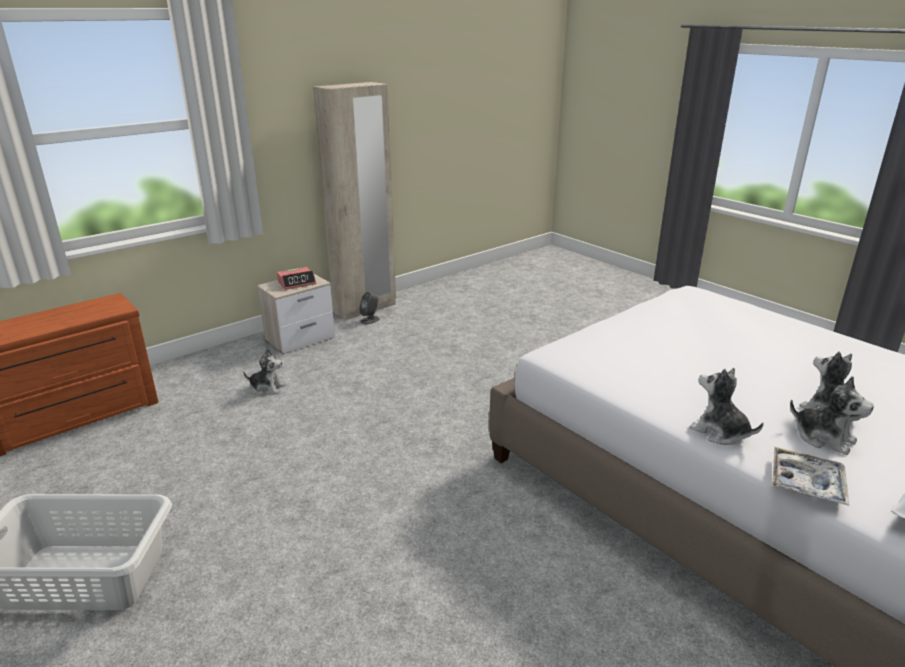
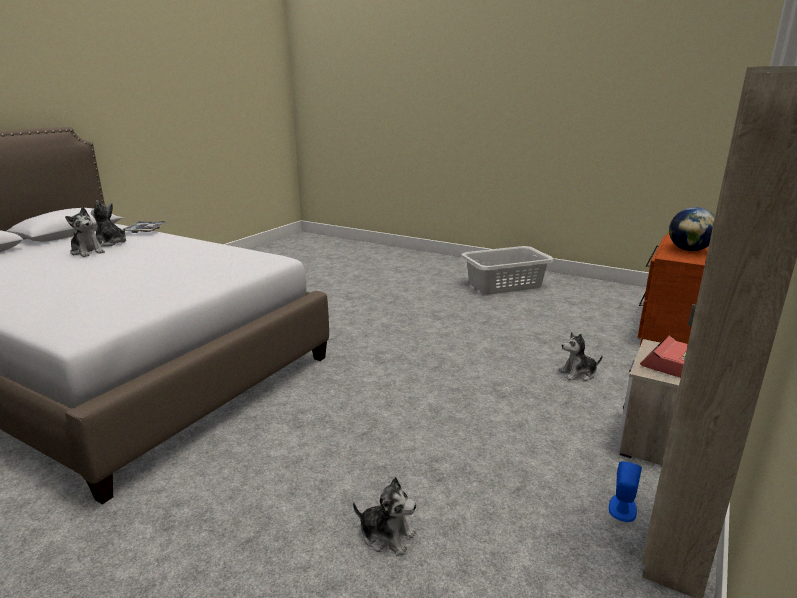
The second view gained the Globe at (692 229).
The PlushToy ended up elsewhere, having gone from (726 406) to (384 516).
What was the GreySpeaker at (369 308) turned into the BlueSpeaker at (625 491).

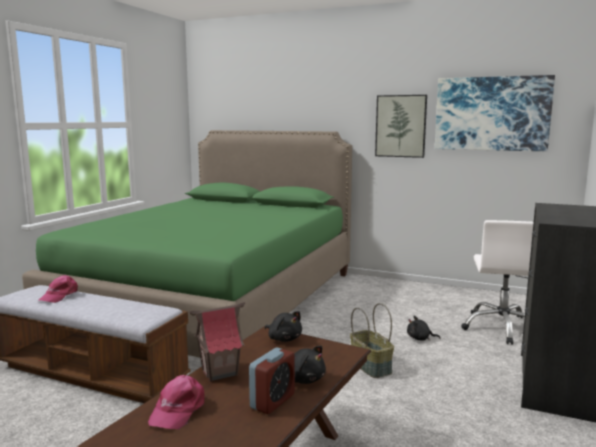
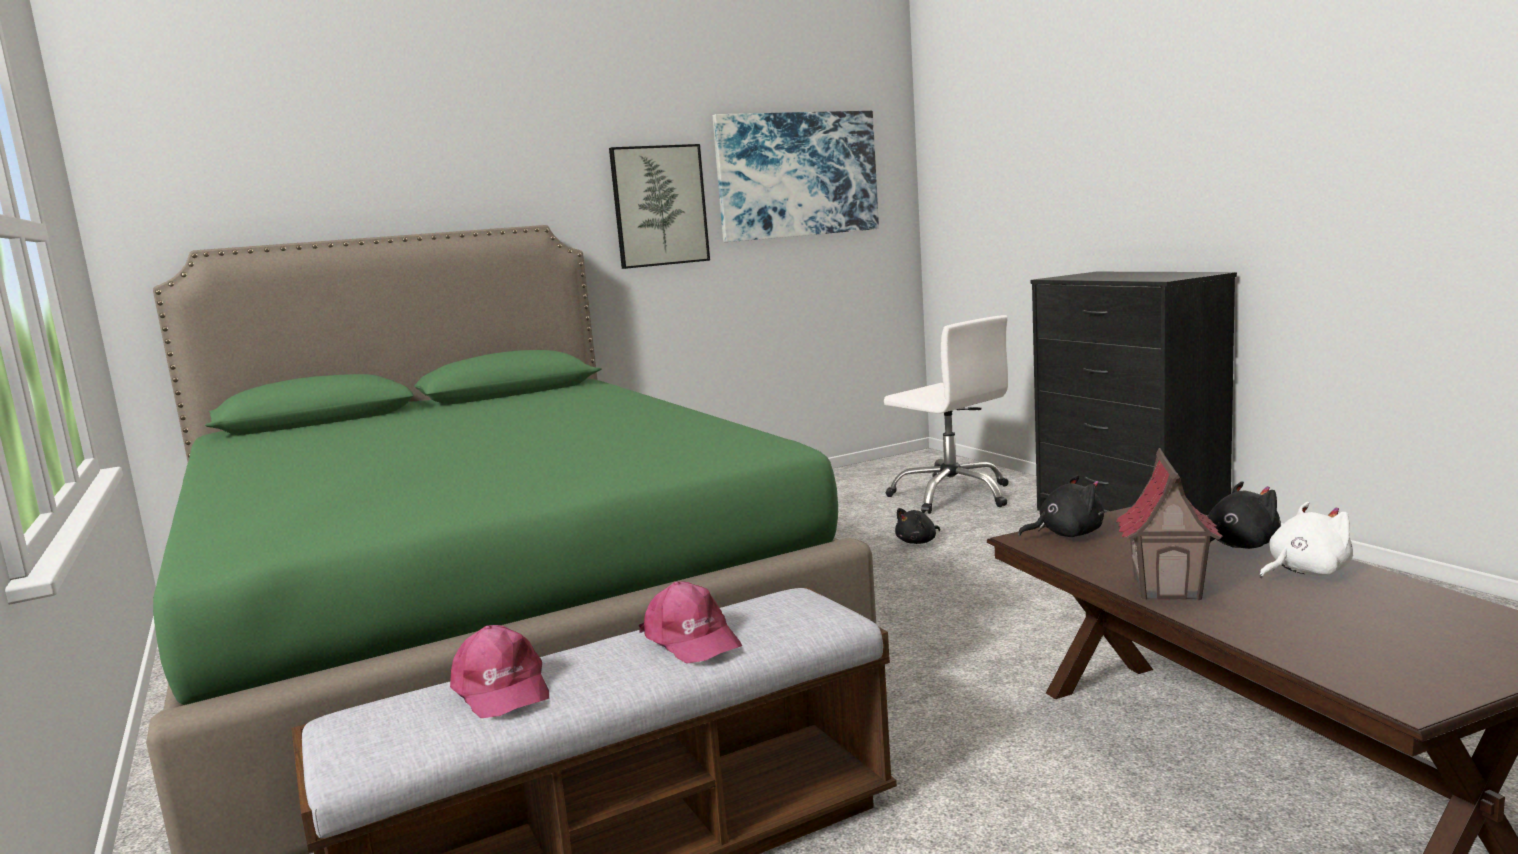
The second view lost the Basket at (372 340).
The PinkCap ended up elsewhere, having gone from (176 402) to (690 622).
Where the AlarmClock stood at (272 381), the WhitePlushToy came to stand at (1306 540).

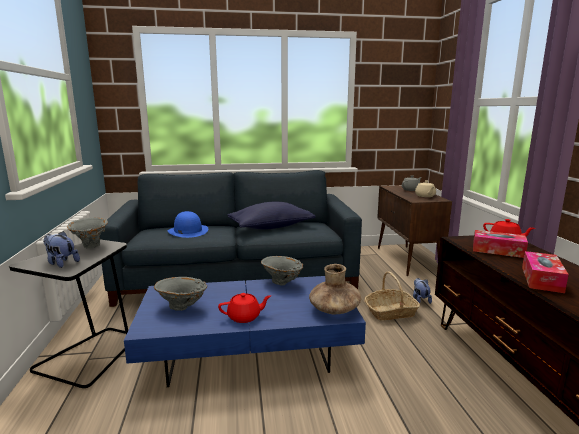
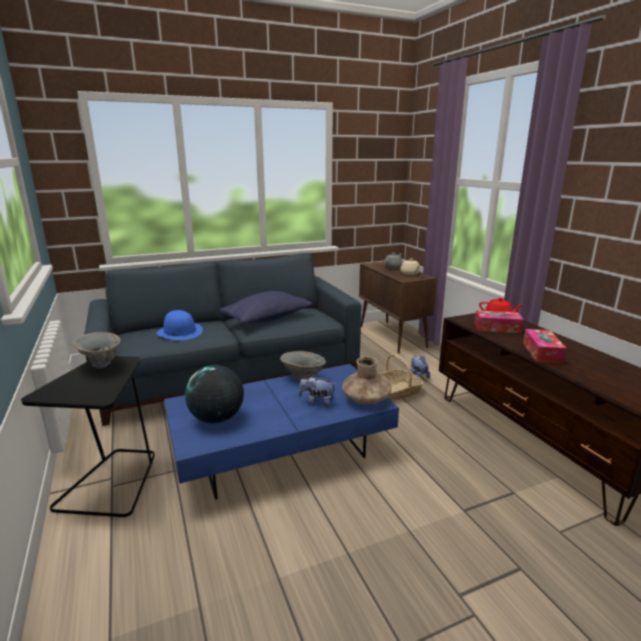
The second view lost the RedTeapot at (244 308).
The PlushToy ended up elsewhere, having gone from (61 249) to (317 391).
Where the GreyVase stood at (180 294), the Globe came to stand at (214 394).

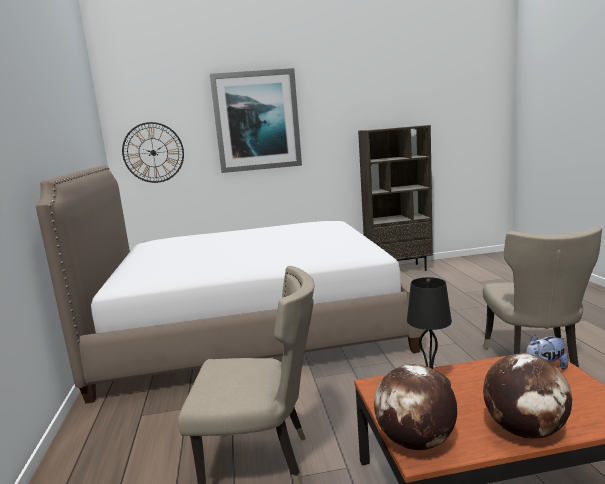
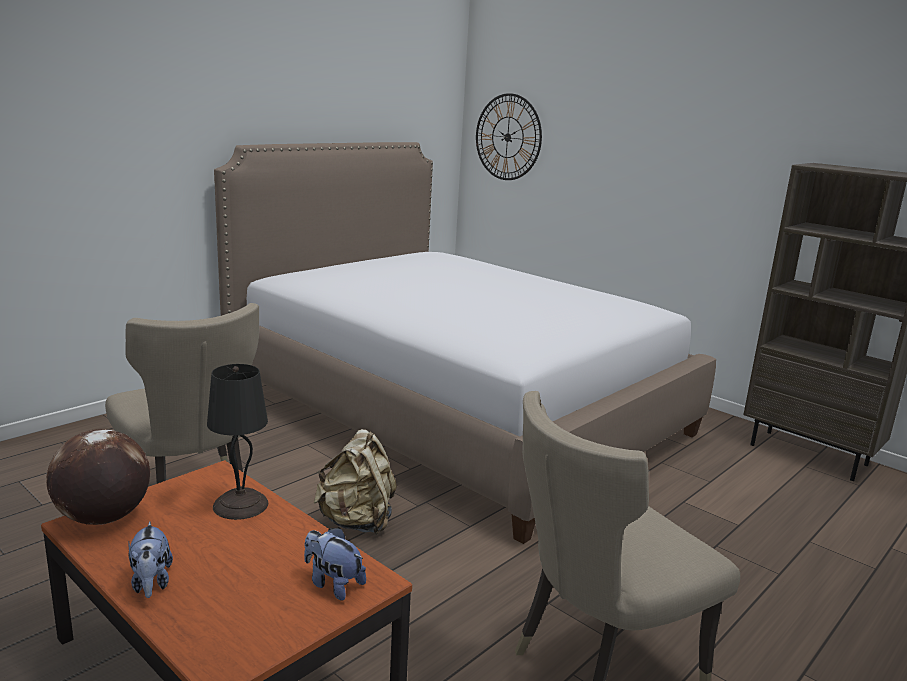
The second view lost the Picture at (256 120).
The second view gained the BeigeBackpack at (355 481).
Where the Globe stood at (527 396), the PlushToy came to stand at (150 560).

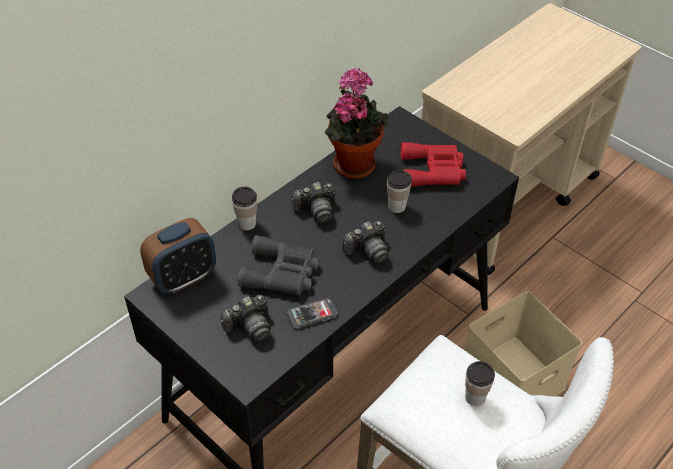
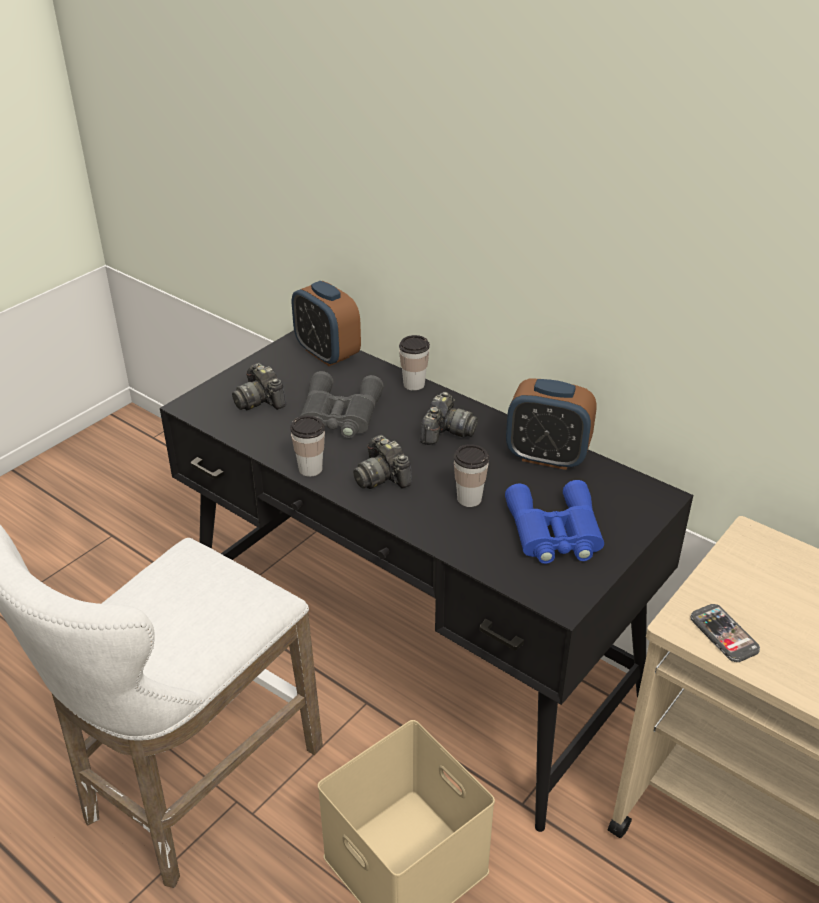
The Phone ended up elsewhere, having gone from (312 313) to (725 633).
The Cup ended up elsewhere, having gone from (480 383) to (307 446).
Where the PottedPlant stood at (357 123), the AlarmClock came to stand at (551 424).
What was the RedBinoculars at (433 165) turned into the BlueBinoculars at (554 522).
The PhotoCamera at (314 203) ended up facing another way, 135 degrees counterclockwise from before.

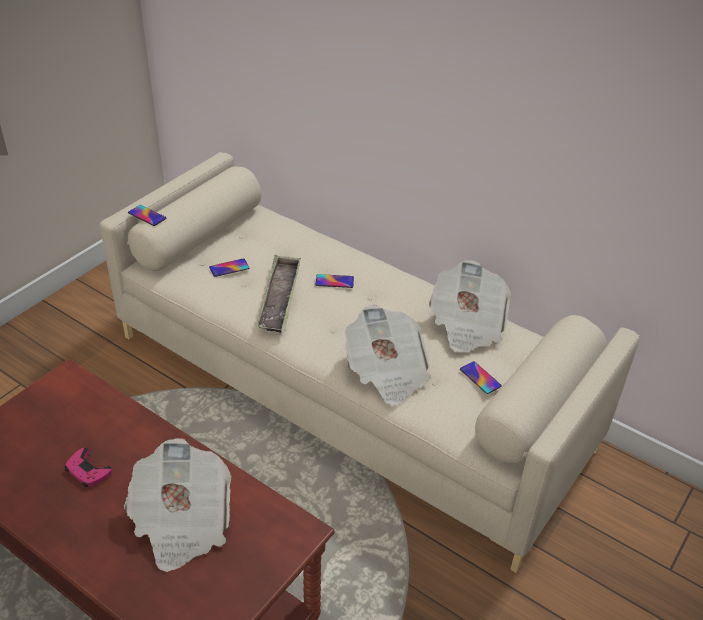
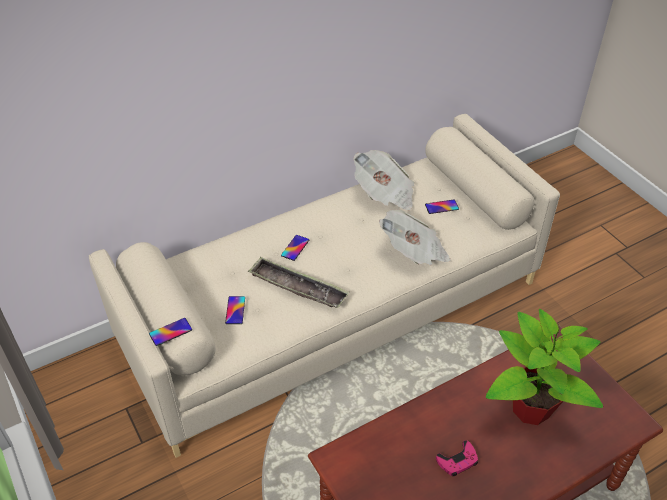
Where the Newspaper stood at (177 505), the PottedPlant came to stand at (544 367).

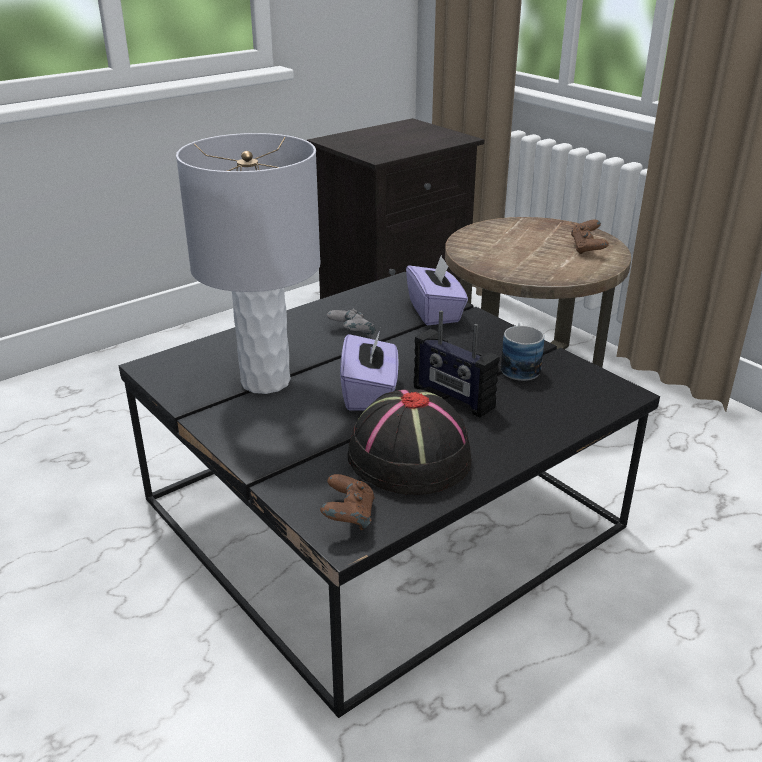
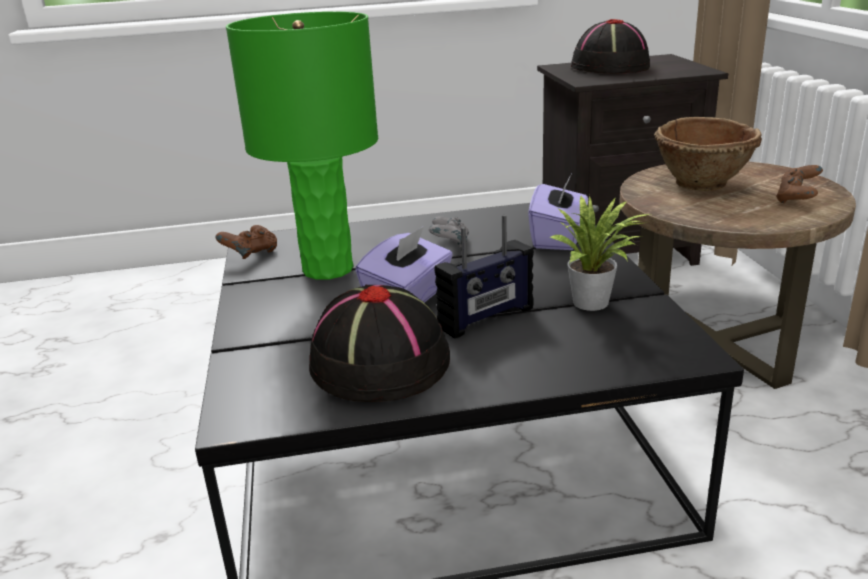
The second view gained the BlackHat at (610 46).
The second view gained the BrownBowl at (708 154).
The BrownGameController ended up elsewhere, having gone from (347 502) to (246 242).
Where the Mug stood at (522 351), the PottedPlant came to stand at (600 253).
What was the GreyTableLamp at (248 263) turned into the GreenTableLamp at (302 145).
The Radio at (457 364) ended up facing another way, 105 degrees counterclockwise from before.

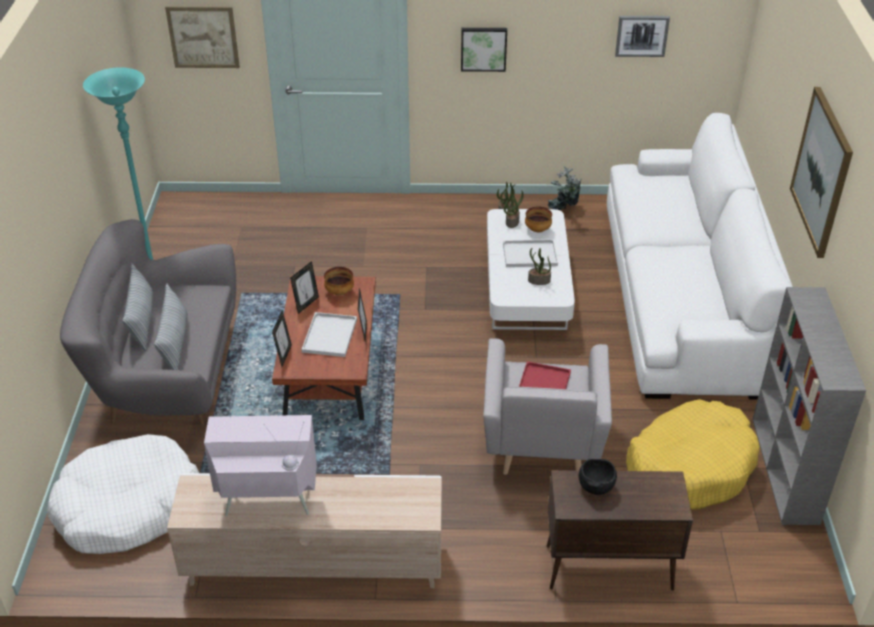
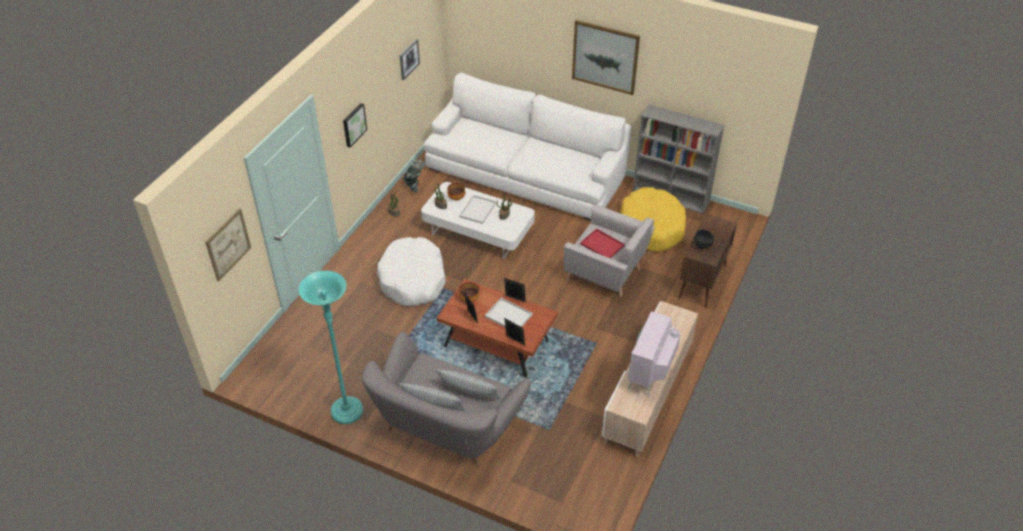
The WhiteDogBed ended up elsewhere, having gone from (123 494) to (411 271).

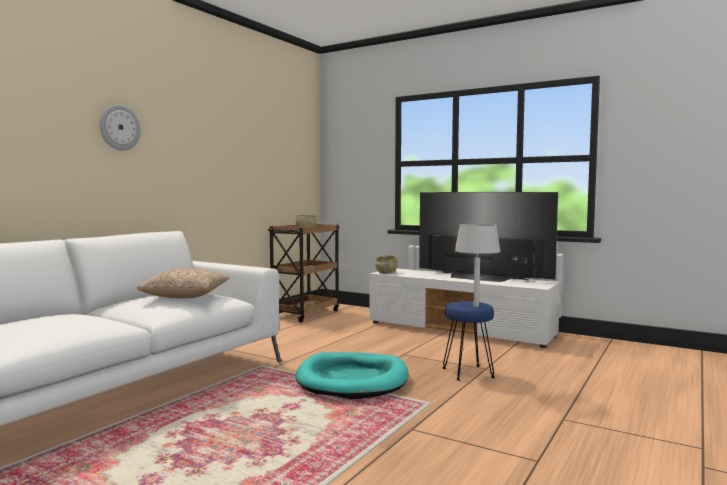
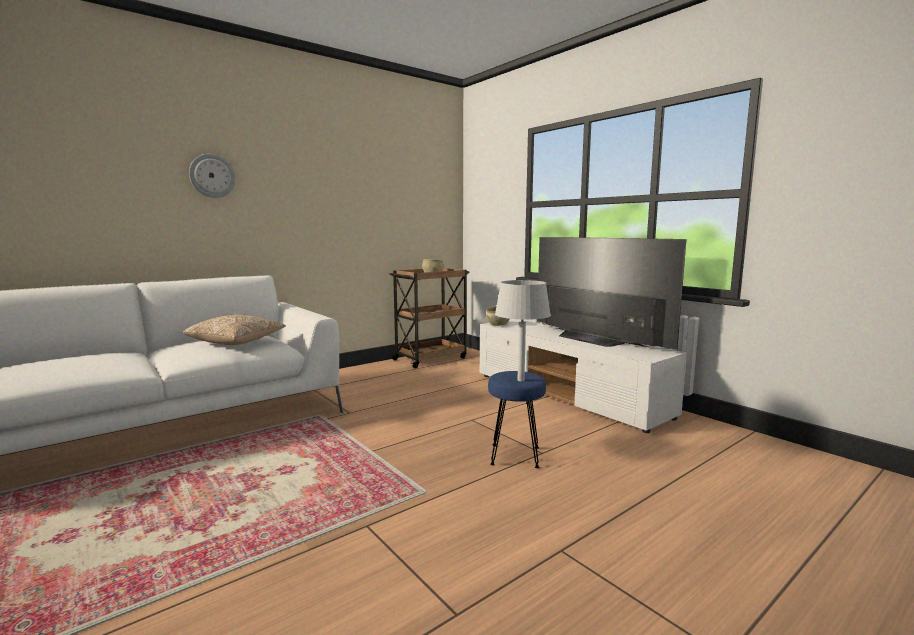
The second view lost the TurquoiseDogBed at (352 375).

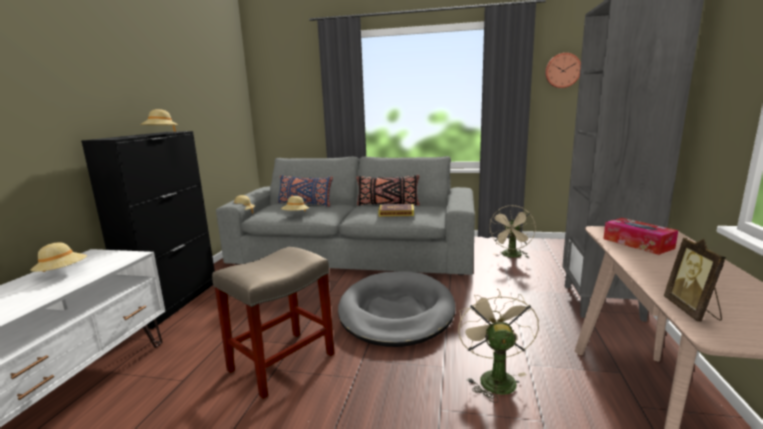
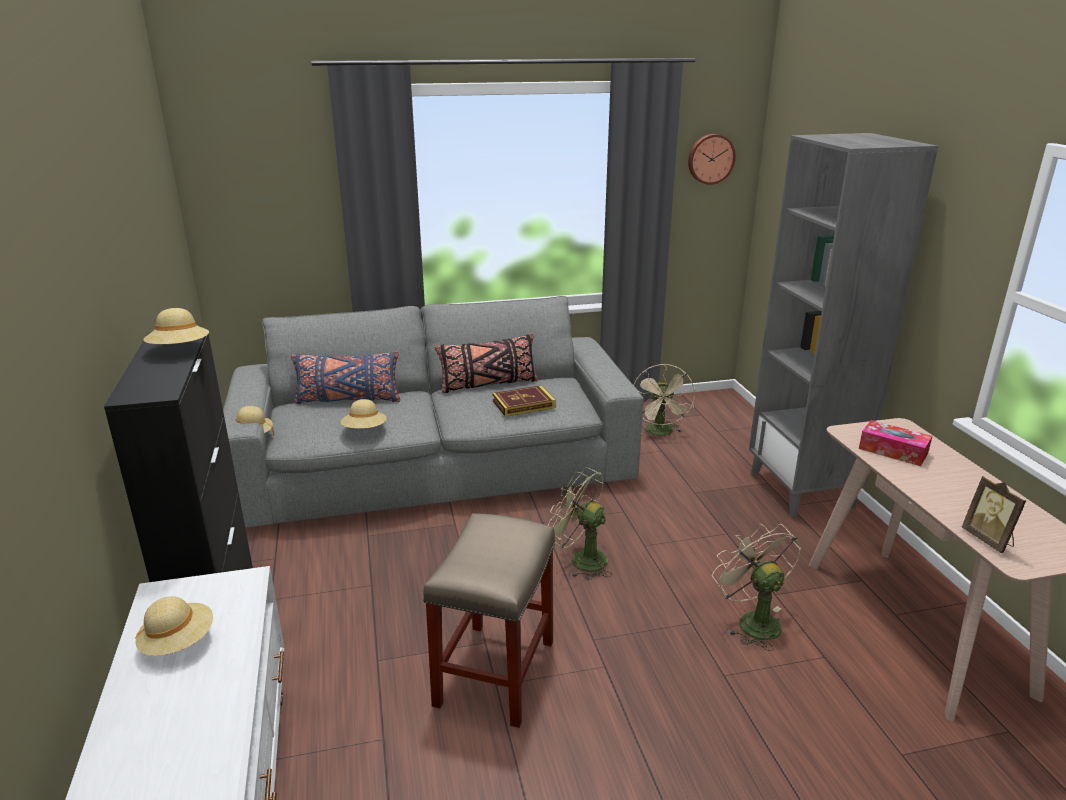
Where the GreyDogBed stood at (396 309), the GreenFan came to stand at (580 523).

